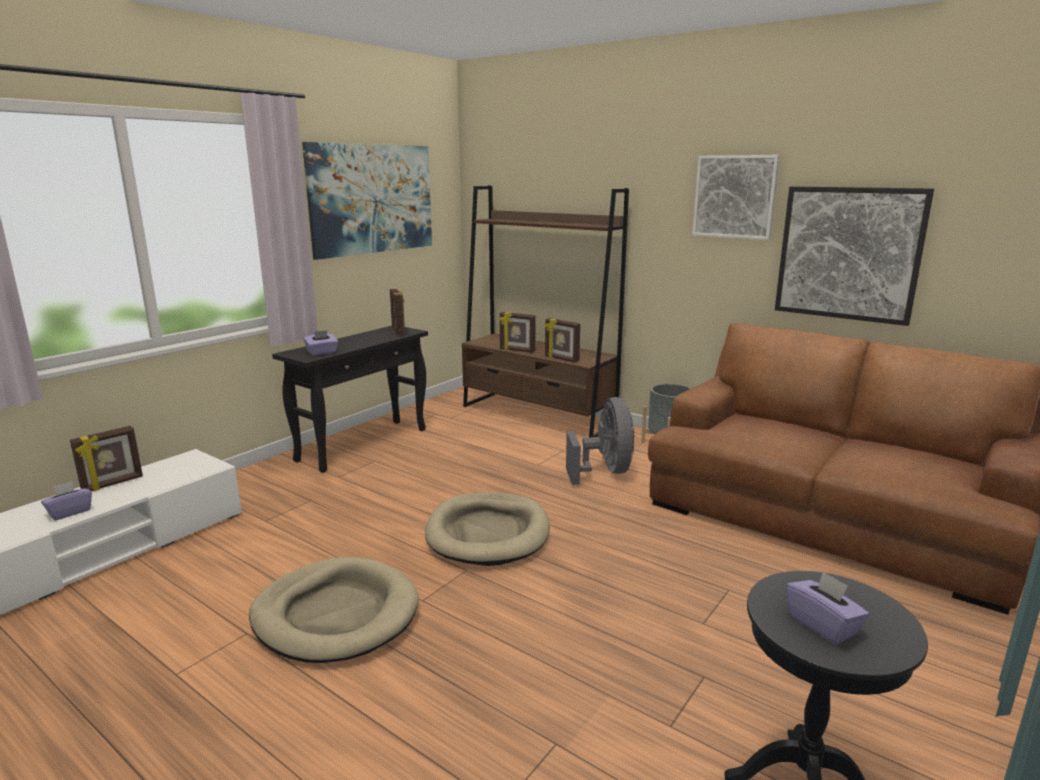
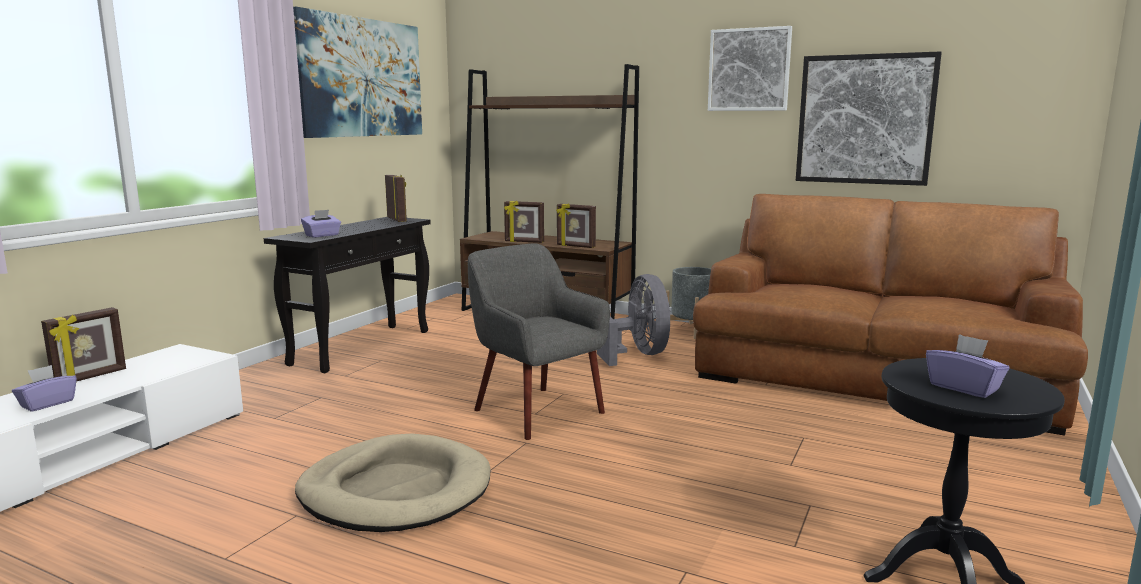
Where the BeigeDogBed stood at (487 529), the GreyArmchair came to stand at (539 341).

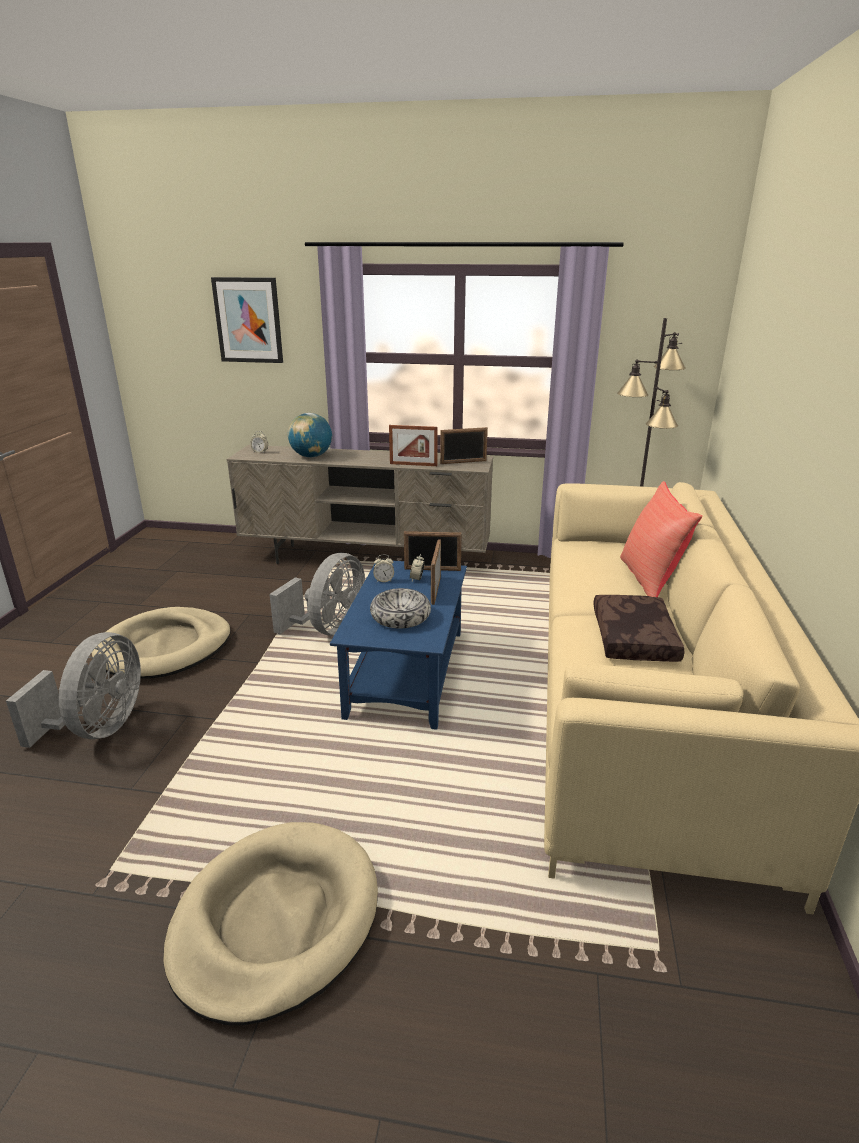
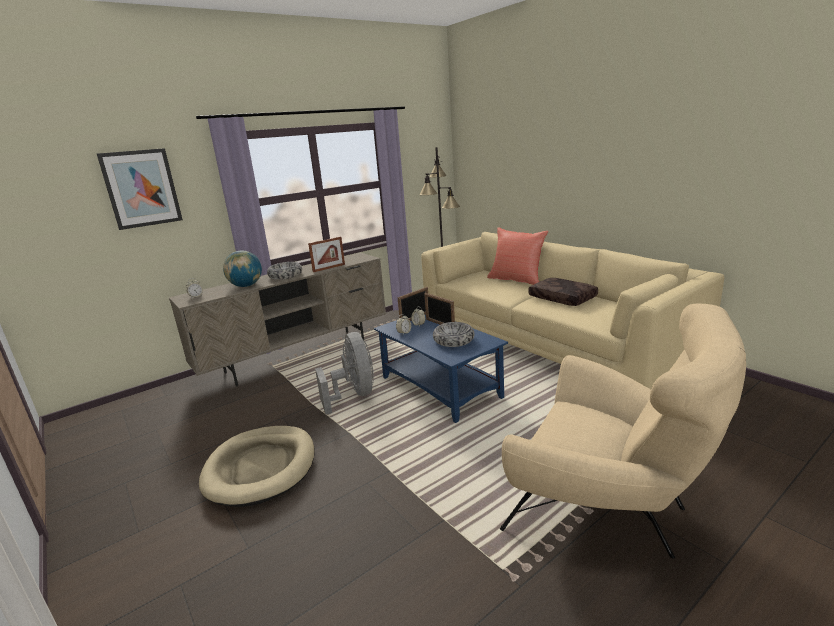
The second view lost the GreyFan at (73 690).
The second view lost the PictureFrame at (464 445).
The second view gained the Bowl at (284 271).
Where the BeigeDogBed stood at (270 923), the BeigeArmchair came to stand at (623 431).

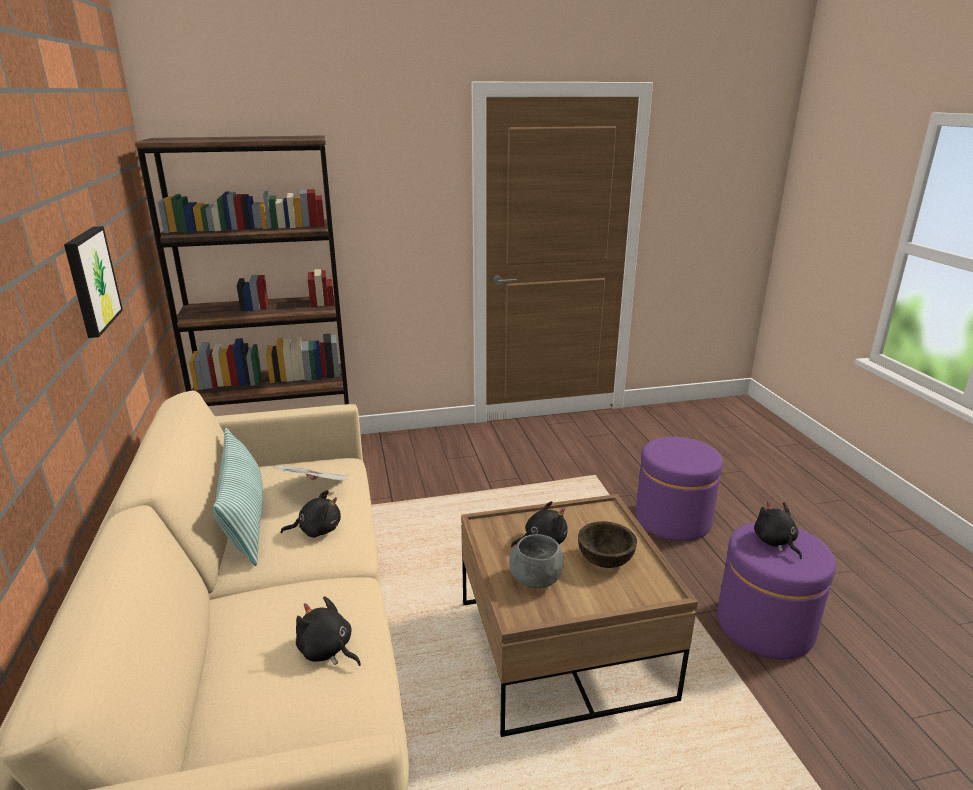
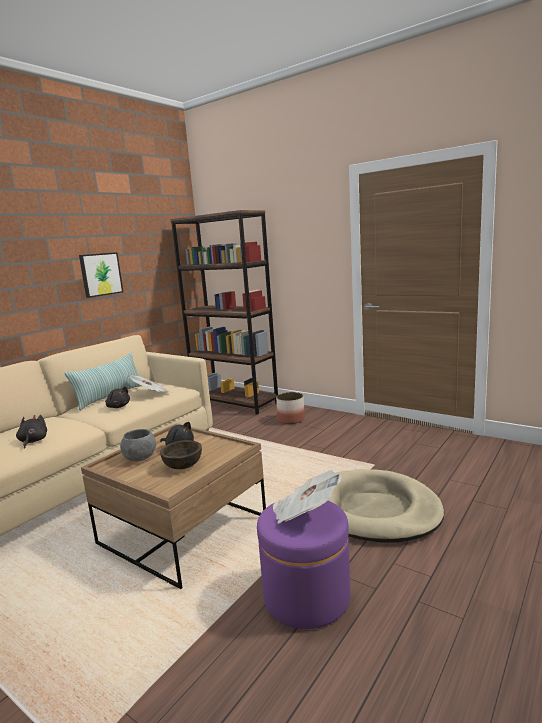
The second view gained the Planter at (290 408).
Where the PurpleOttoman stood at (679 489), the BeigeDogBed came to stand at (386 506).
Where the BlackPlushToy stood at (778 530), the Newspaper came to stand at (307 497).

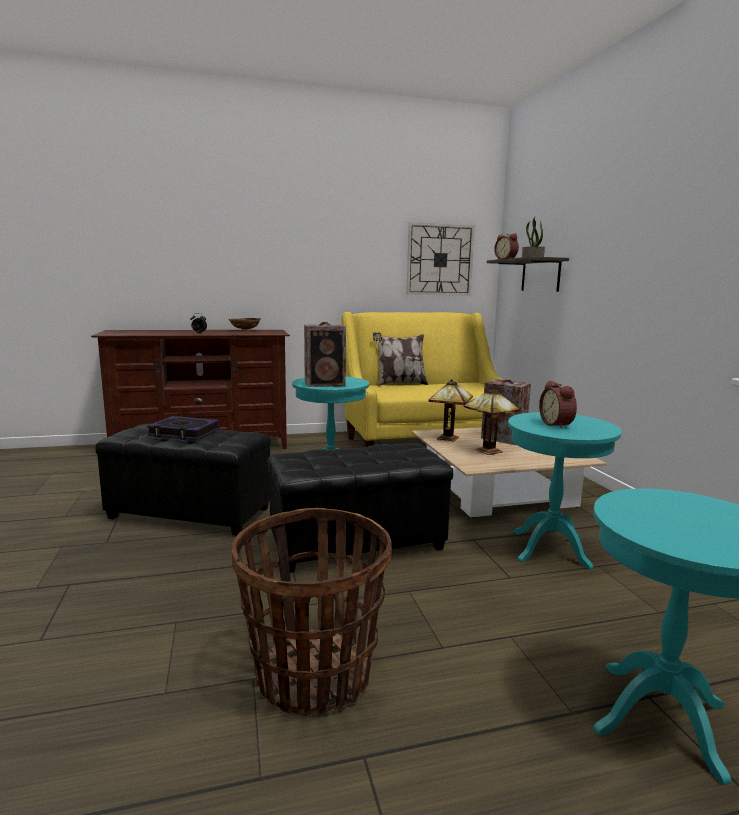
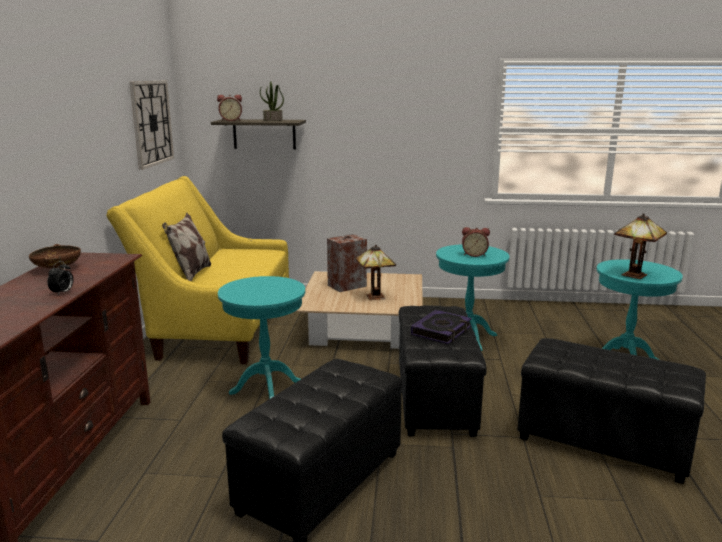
The second view lost the Speaker at (325 354).
The Book ended up elsewhere, having gone from (183 428) to (441 327).
The TableLamp ended up elsewhere, having gone from (450 410) to (640 246).
Where the Basket stood at (312 612), the BlackOttoman came to stand at (611 411).

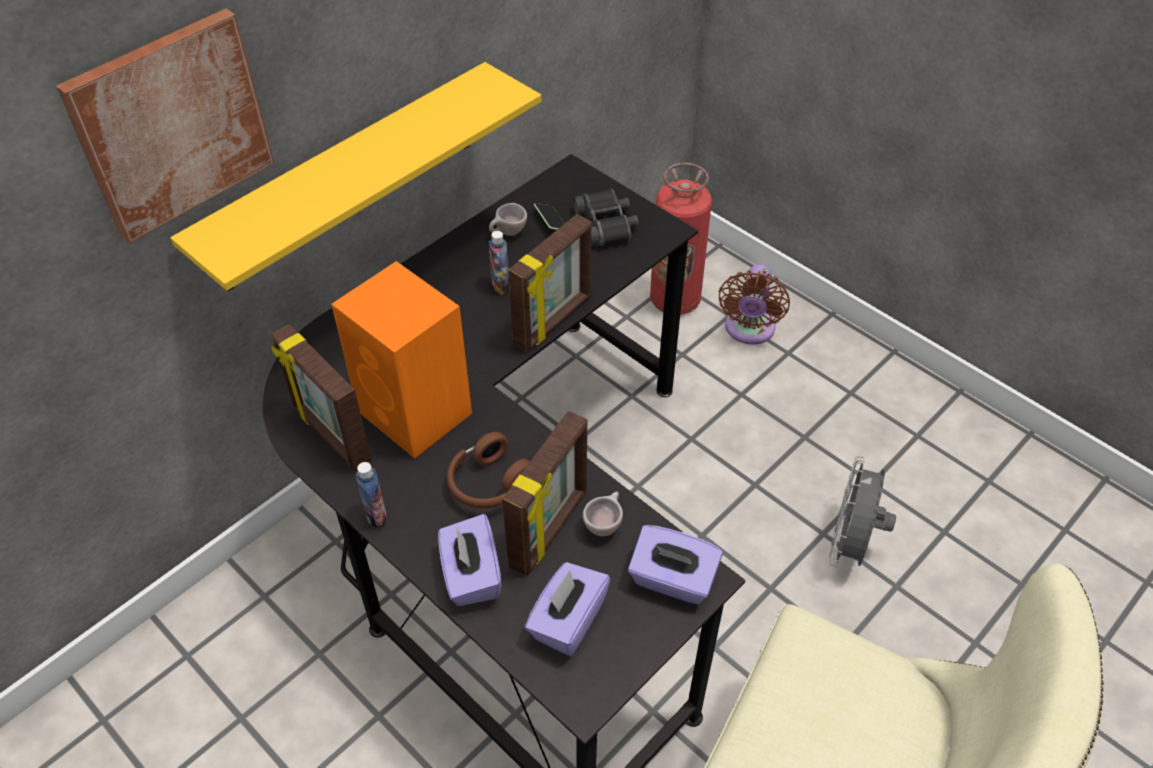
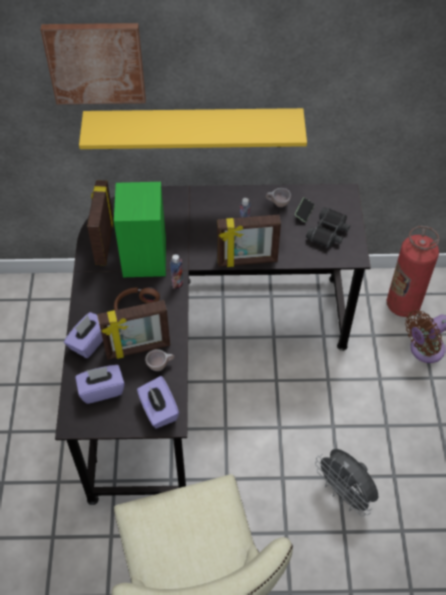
The Bottle ended up elsewhere, having gone from (371 495) to (176 272).
What was the OrangeSpeaker at (401 359) turned into the GreenSpeaker at (140 229).
The GreyFan at (862 511) ended up facing another way, 105 degrees counterclockwise from before.

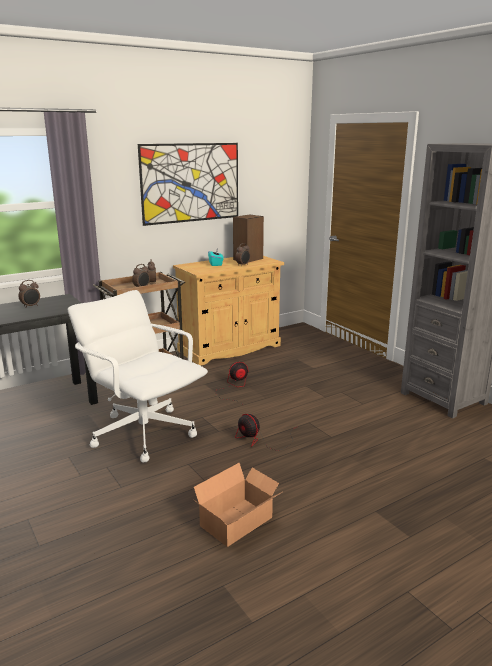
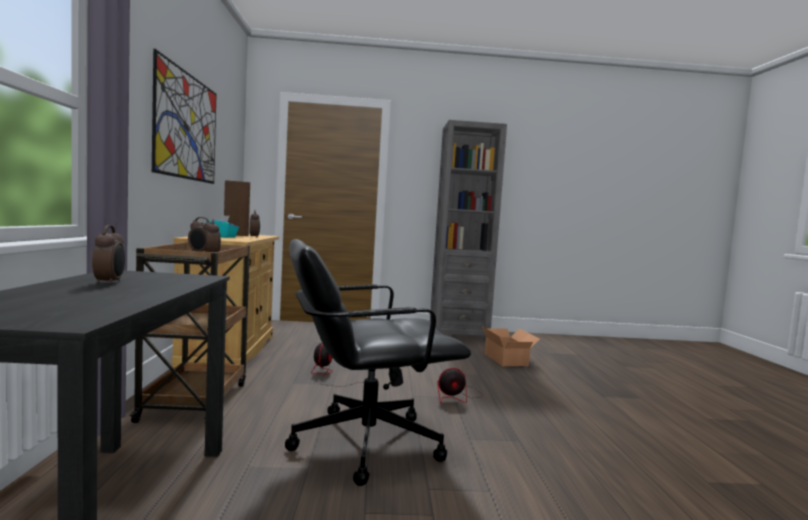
The CardboardBox ended up elsewhere, having gone from (237 505) to (511 346).
What was the WhiteOfficeChair at (138 376) turned into the BlackOfficeChair at (378 362).

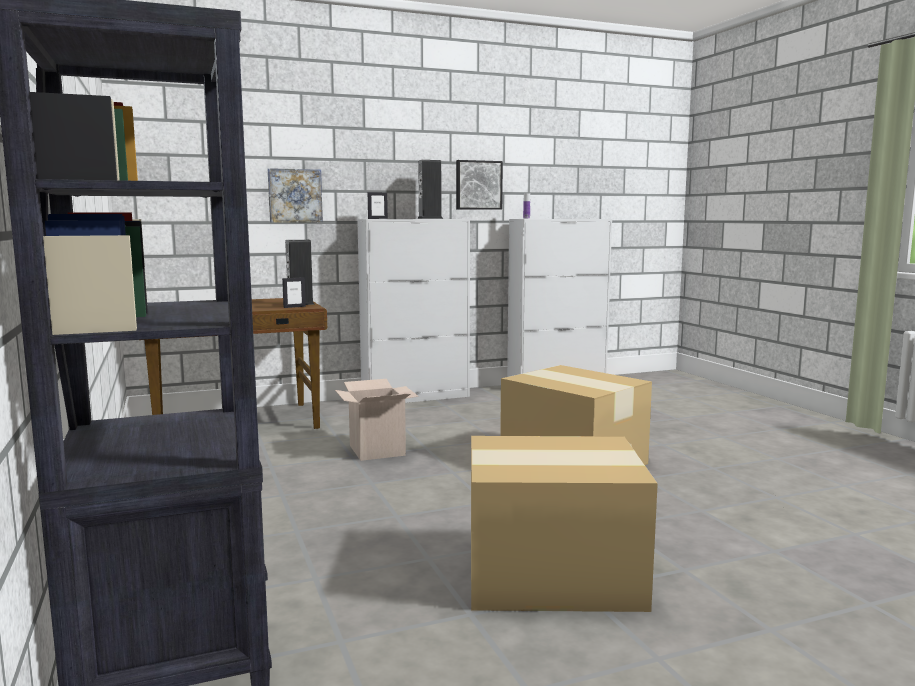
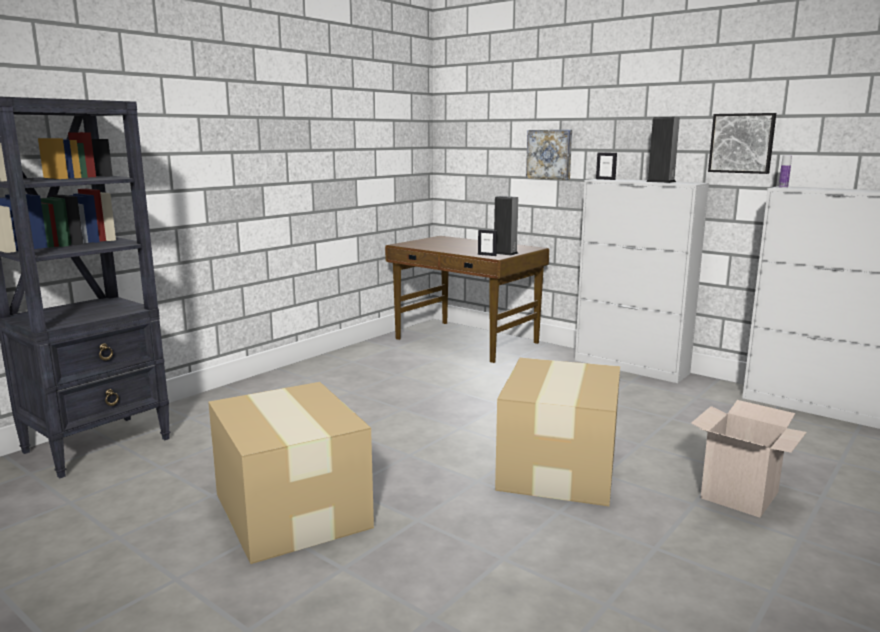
The CardboardBox ended up elsewhere, having gone from (377 420) to (749 459).

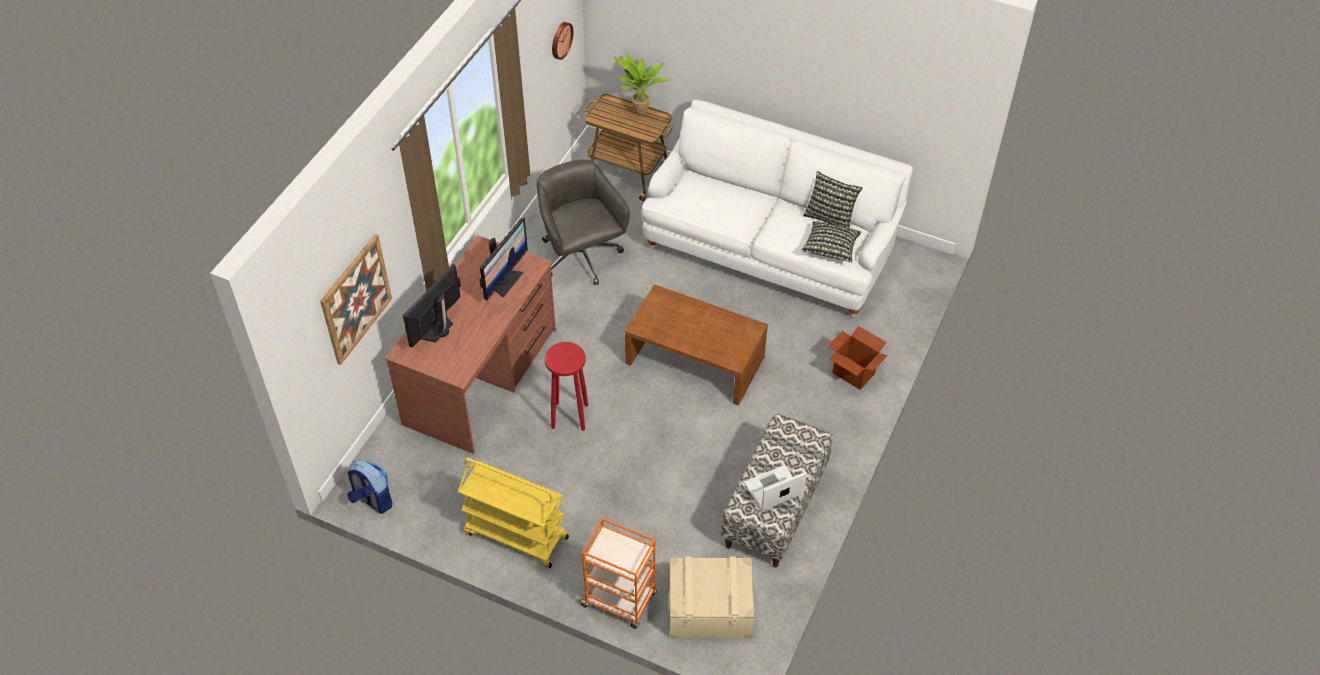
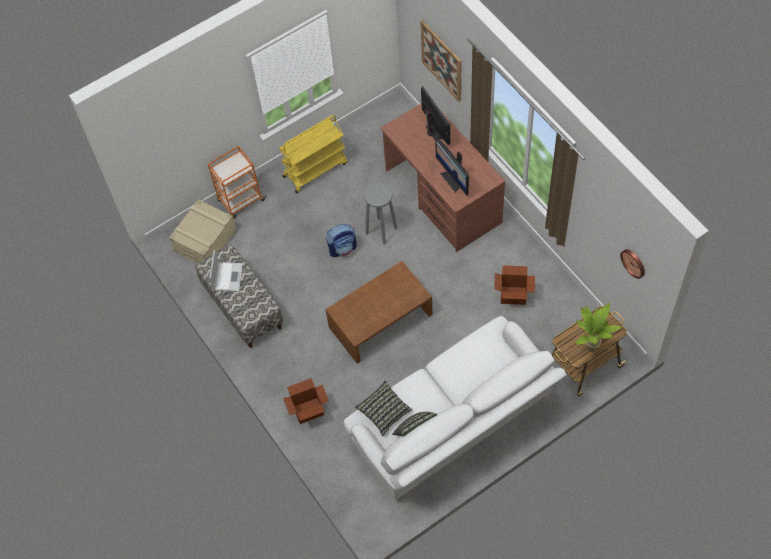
The Backpack ended up elsewhere, having gone from (369 486) to (341 240).
Where the GreyOfficeChair stood at (583 222), the CardboardBox came to stand at (514 285).
What was the RedStool at (566 386) turned into the GreyStool at (380 213).

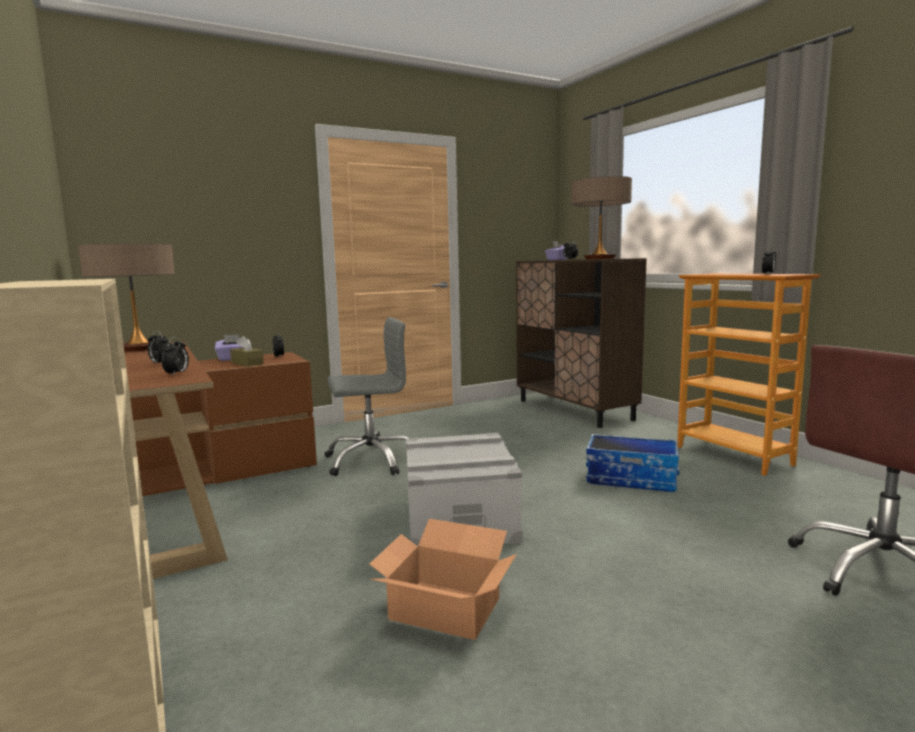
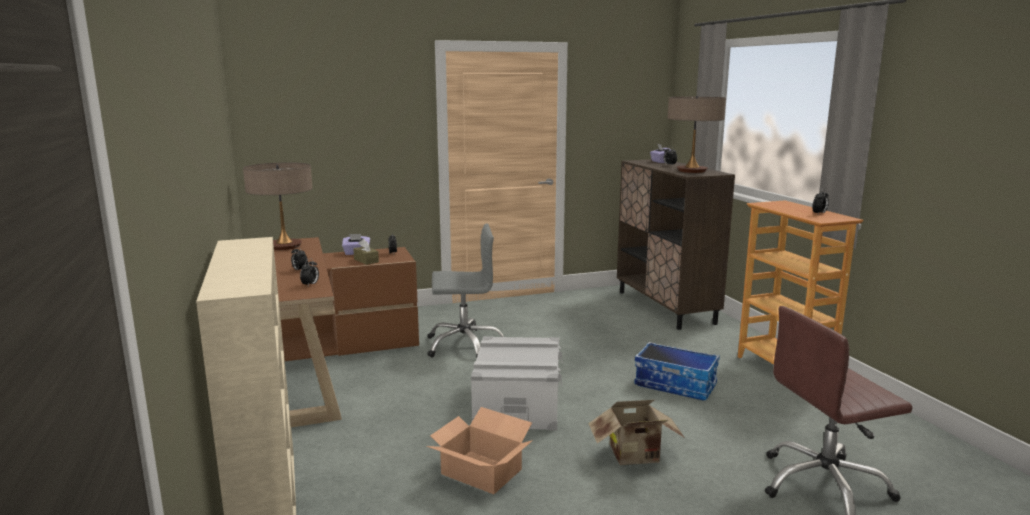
The second view gained the CardboardBox at (636 432).

